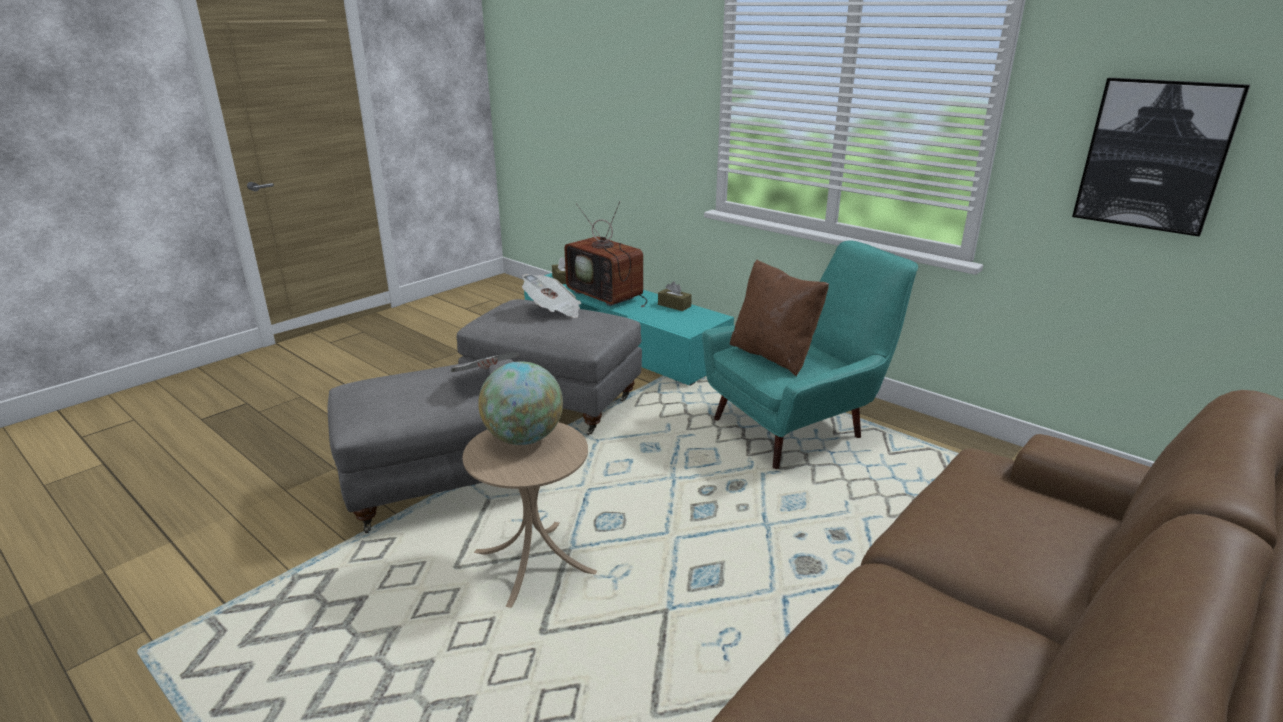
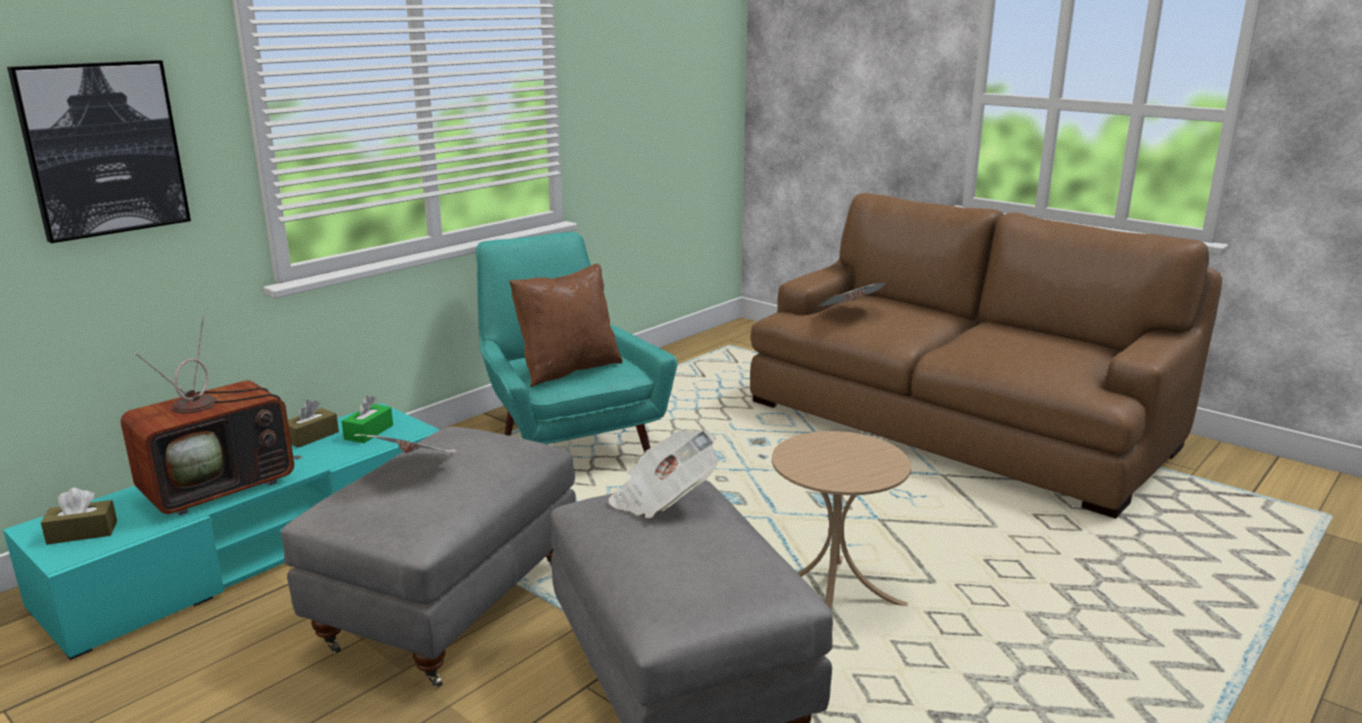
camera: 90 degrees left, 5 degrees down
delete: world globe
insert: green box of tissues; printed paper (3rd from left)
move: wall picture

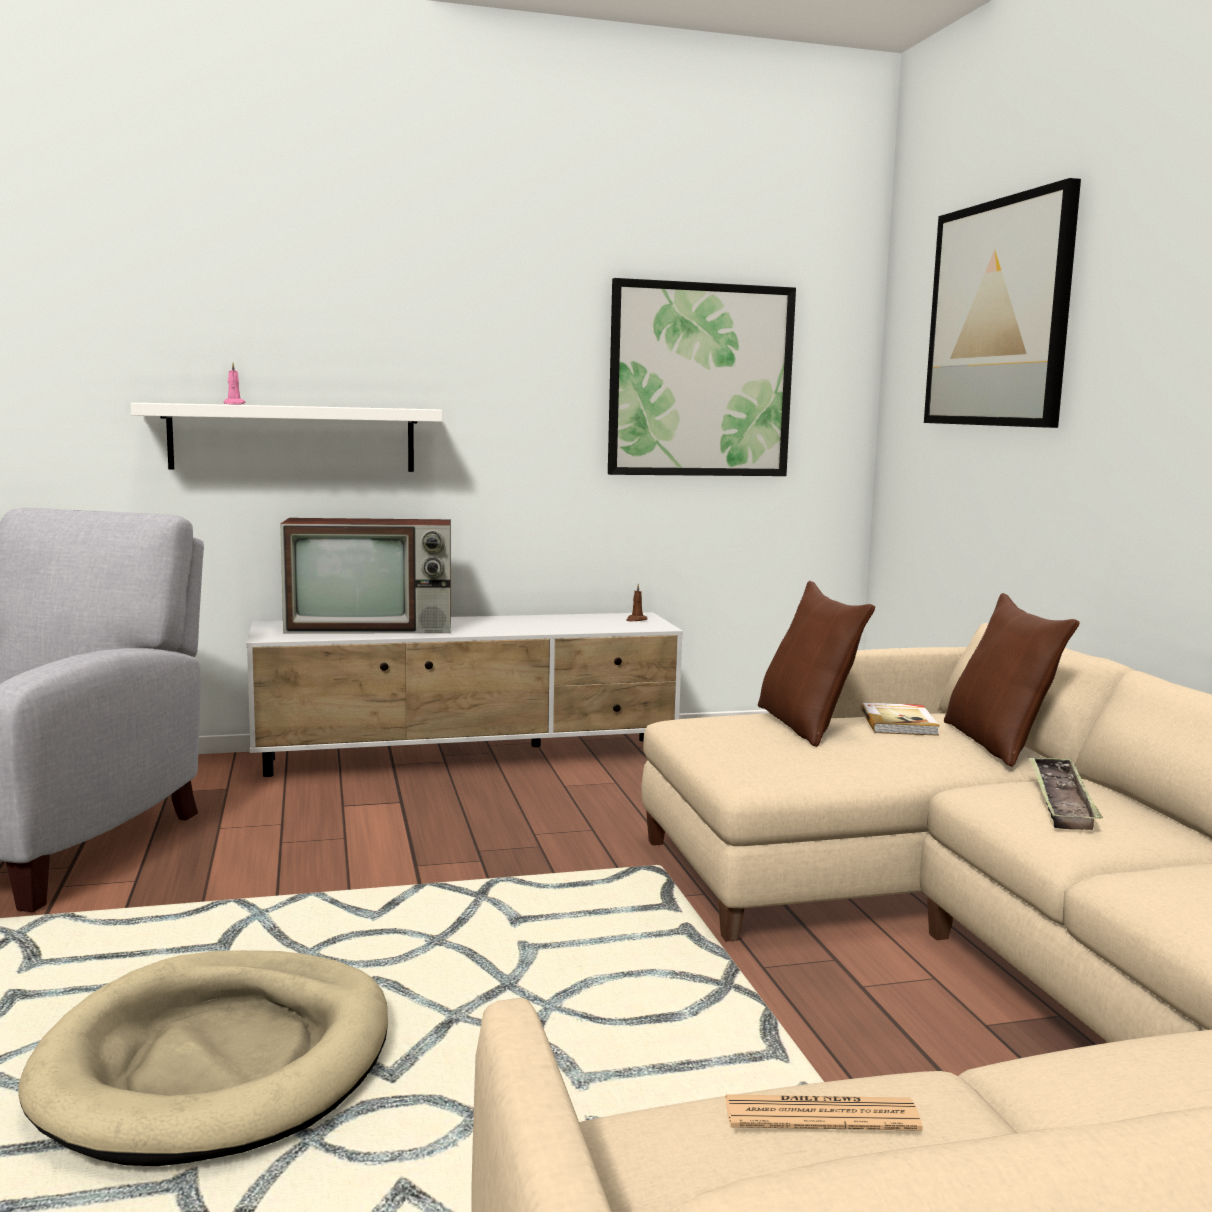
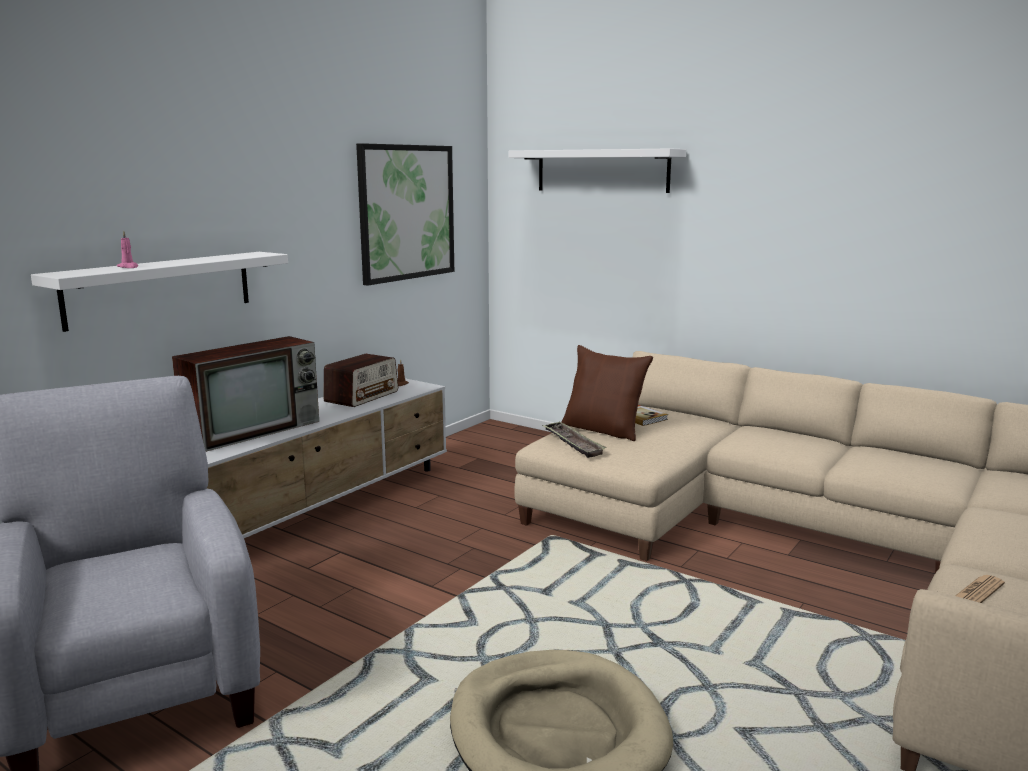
camera: 40 degrees left, 5 degrees up
delete: brown pillow (2nd from left)
insert: radio receiver
move: carrying tray
replace: wall picture (2nd from left) to white-coloured shelf (2nd from left)

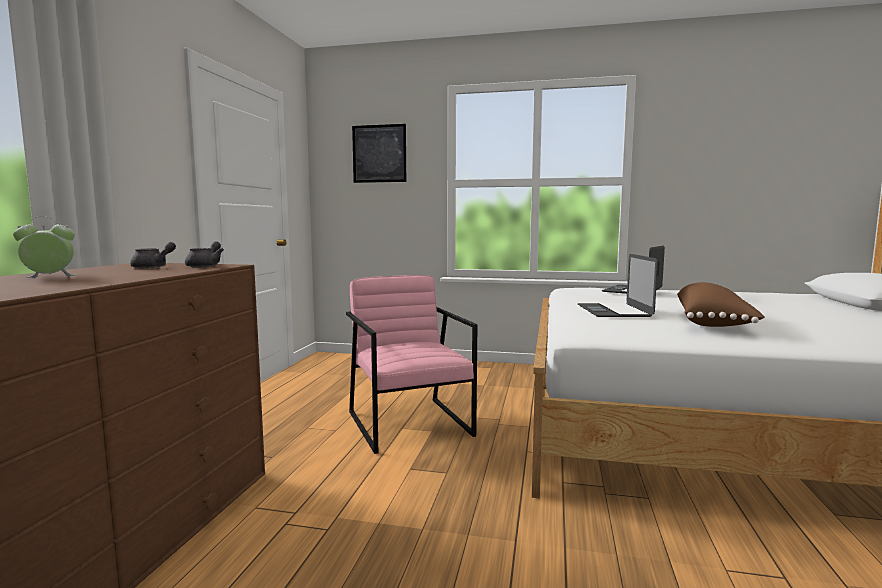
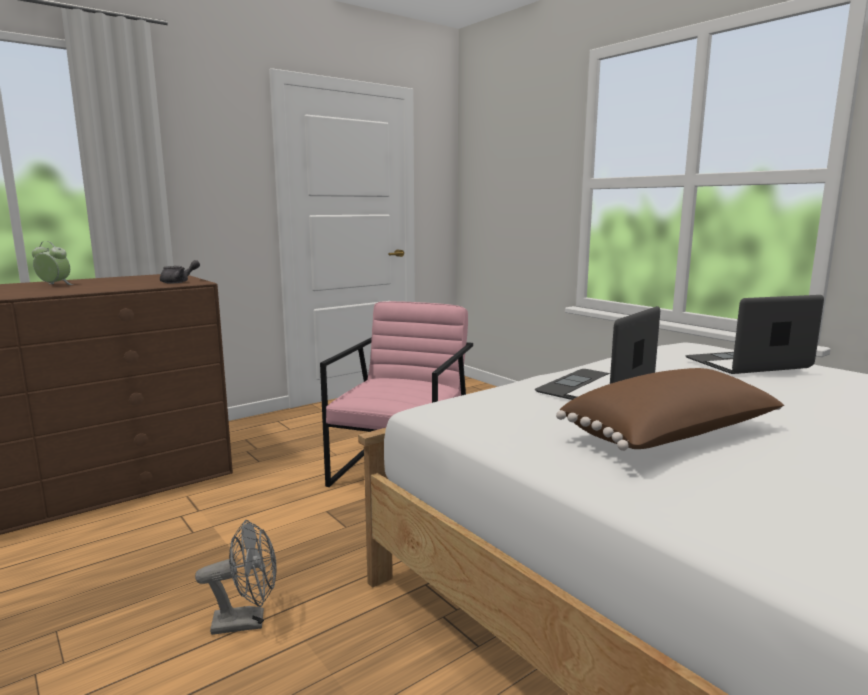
camera: 40 degrees right, 5 degrees up
delete: greyish tea pot (1st from left); wall picture
insert: greyish cooling fan

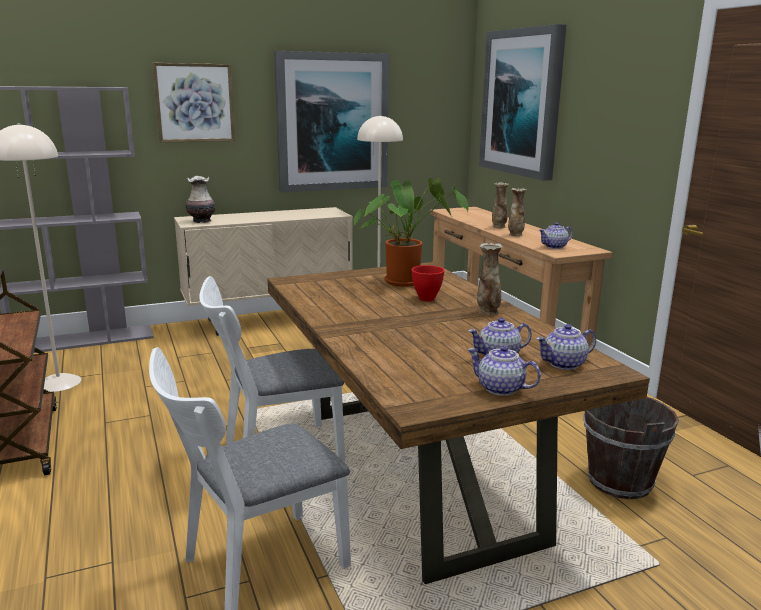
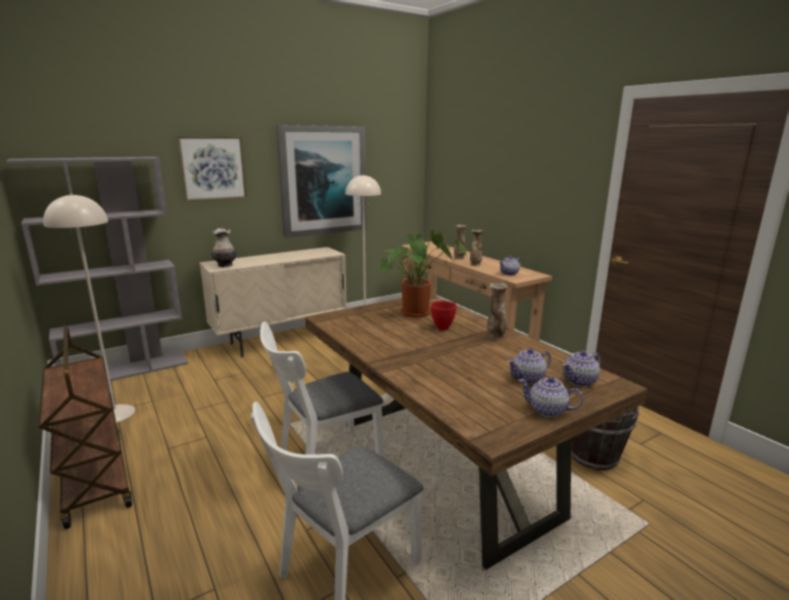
camera: 10 degrees left, 0 degrees up
delete: wall picture (3rd from left)

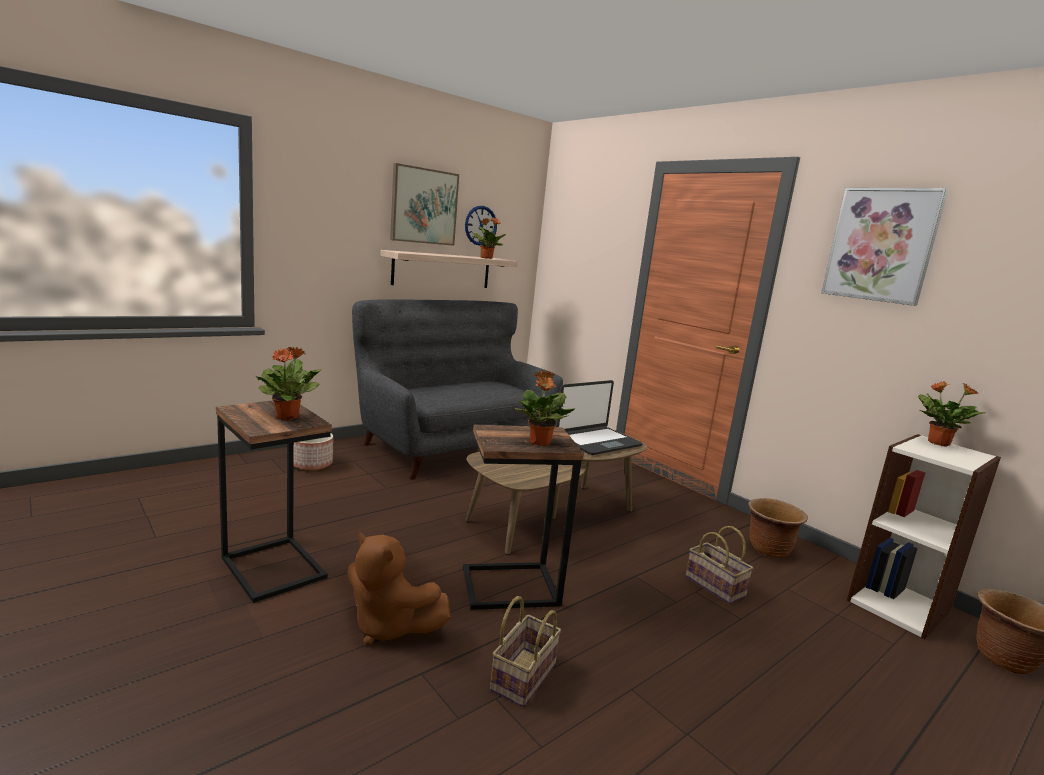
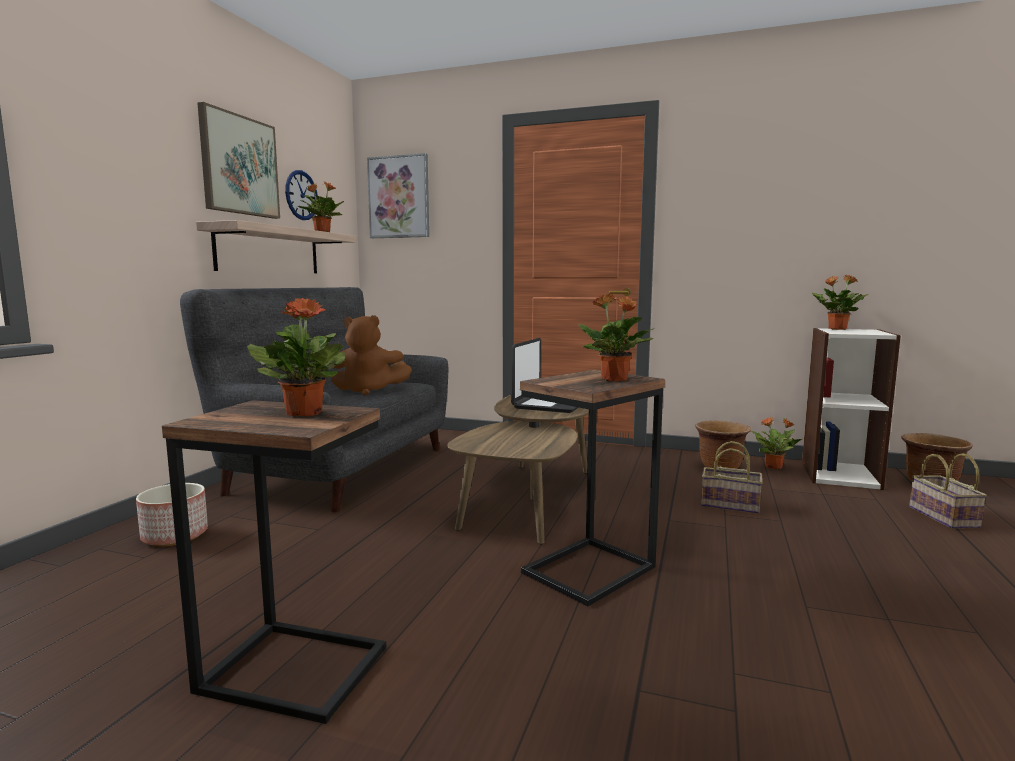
camera: 30 degrees left, 5 degrees down
insert: plant in a pot (4th from left)
move: brown cuddly toy; basket (1st from left in the first image) to basket (2nd from left); wall picture (2nd from left)

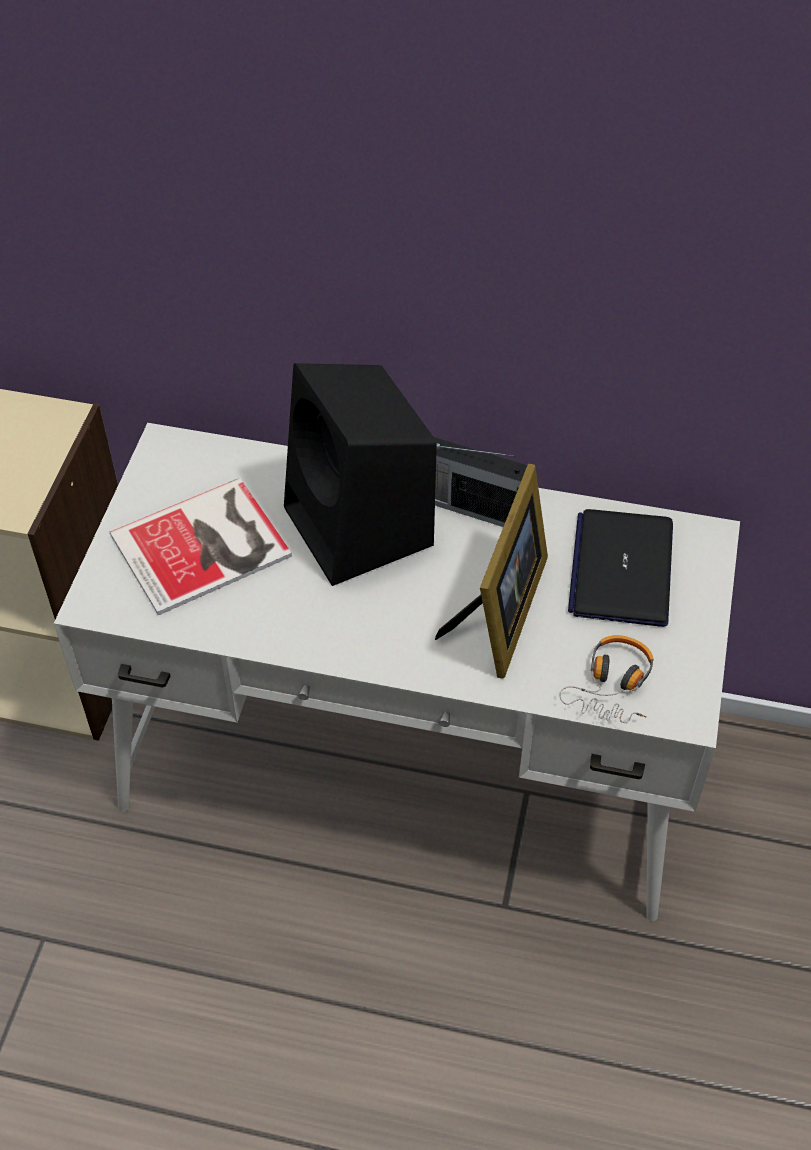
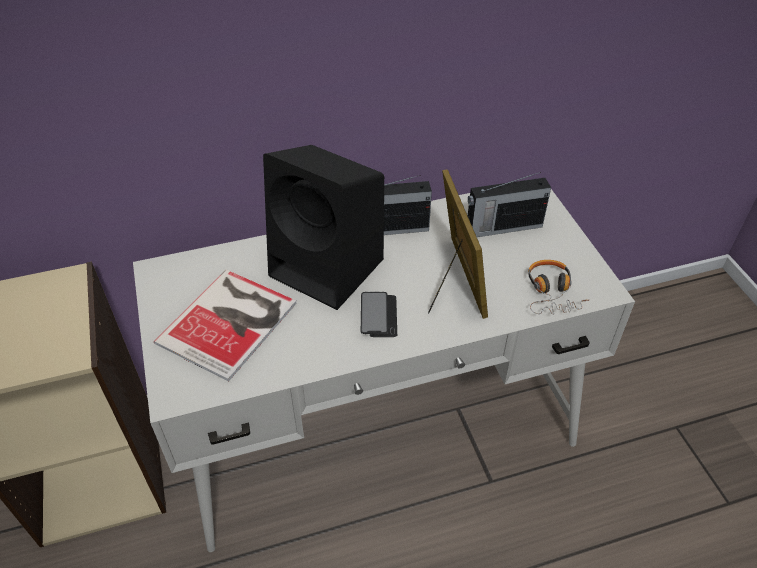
camera: 30 degrees left, 5 degrees down
insert: handset
replace: notebook computer to radio receiver (2nd from left)

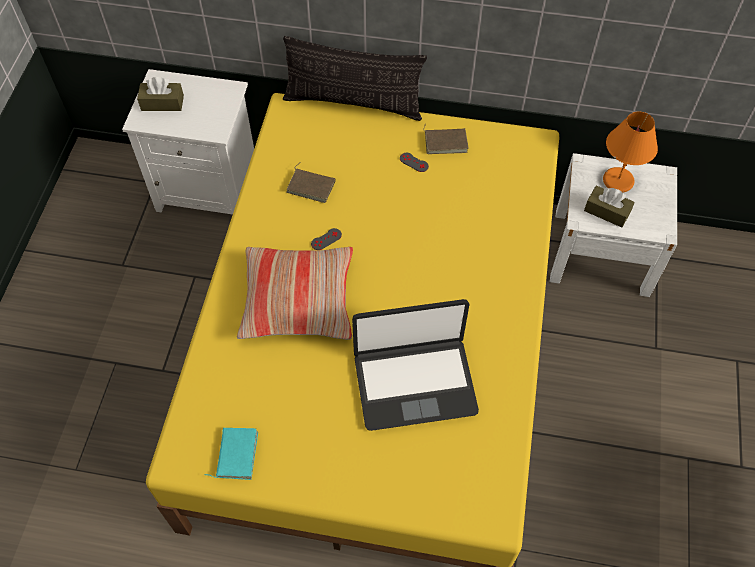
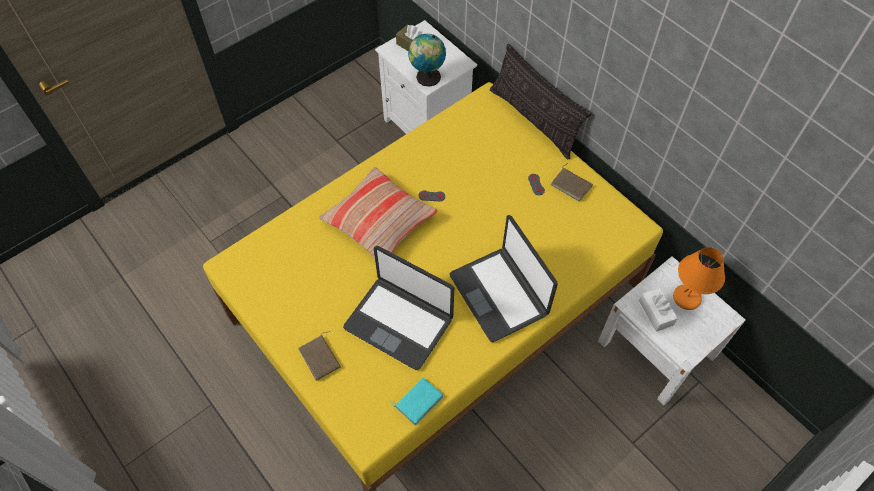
camera: 40 degrees right, 0 degrees up
insert: world globe; notebook computer (2nd from left)
move: turquoise book; brown book (1st from left)
recolor: brown box of tissues (2nd from left) to white-coloured box of tissues

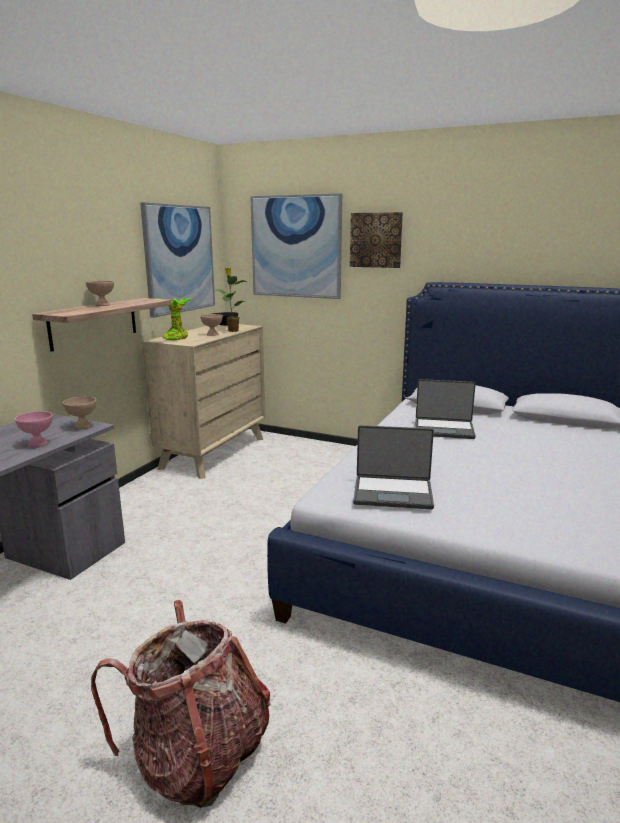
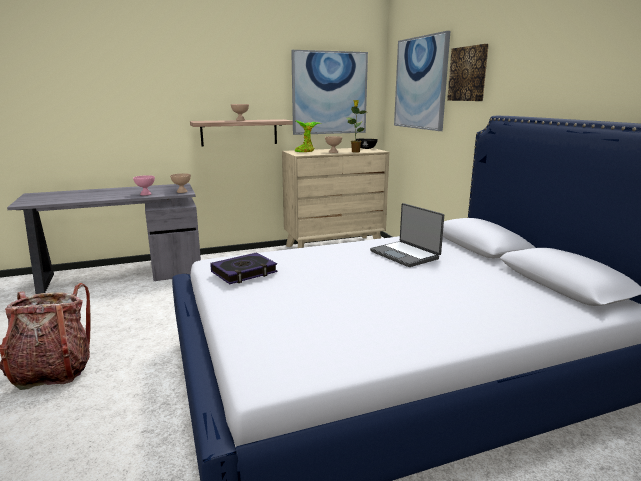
camera: 45 degrees right, 0 degrees up
replace: notebook computer (1st from left) to book

